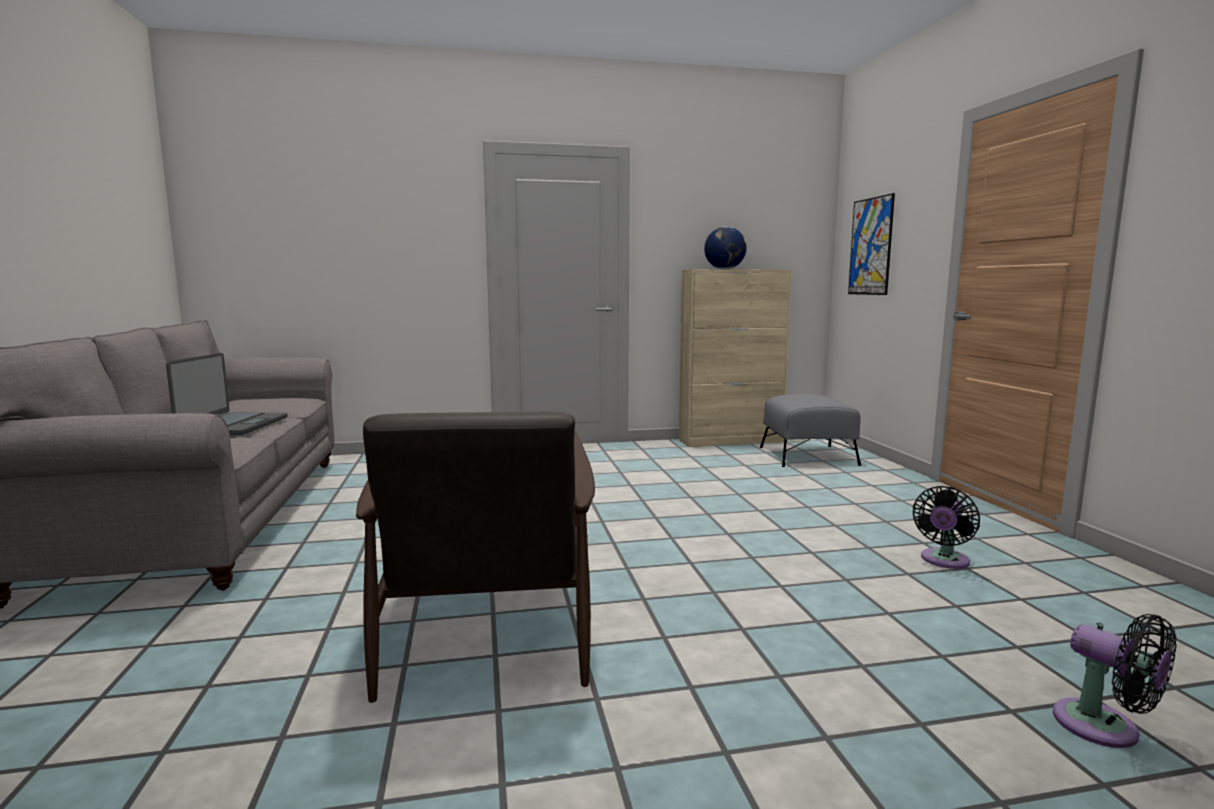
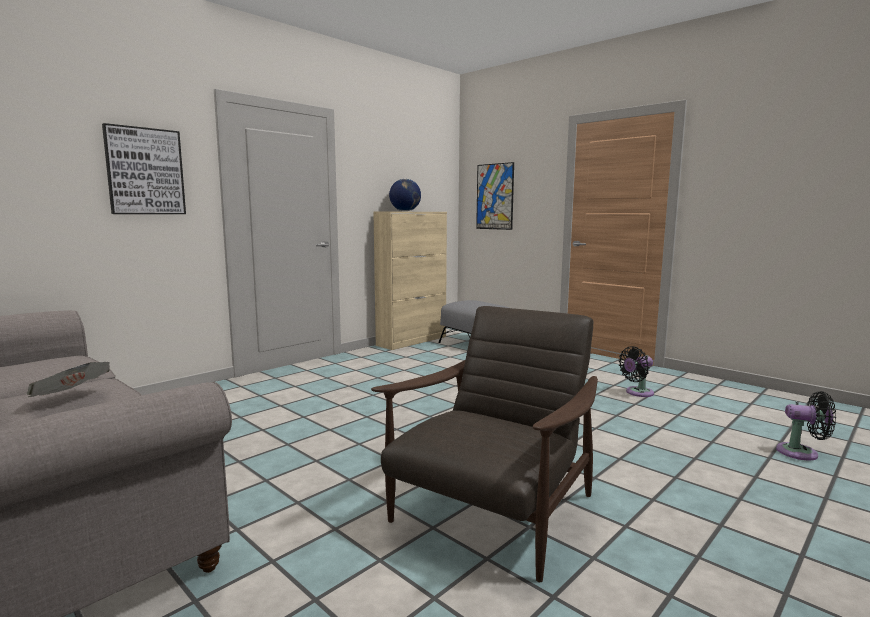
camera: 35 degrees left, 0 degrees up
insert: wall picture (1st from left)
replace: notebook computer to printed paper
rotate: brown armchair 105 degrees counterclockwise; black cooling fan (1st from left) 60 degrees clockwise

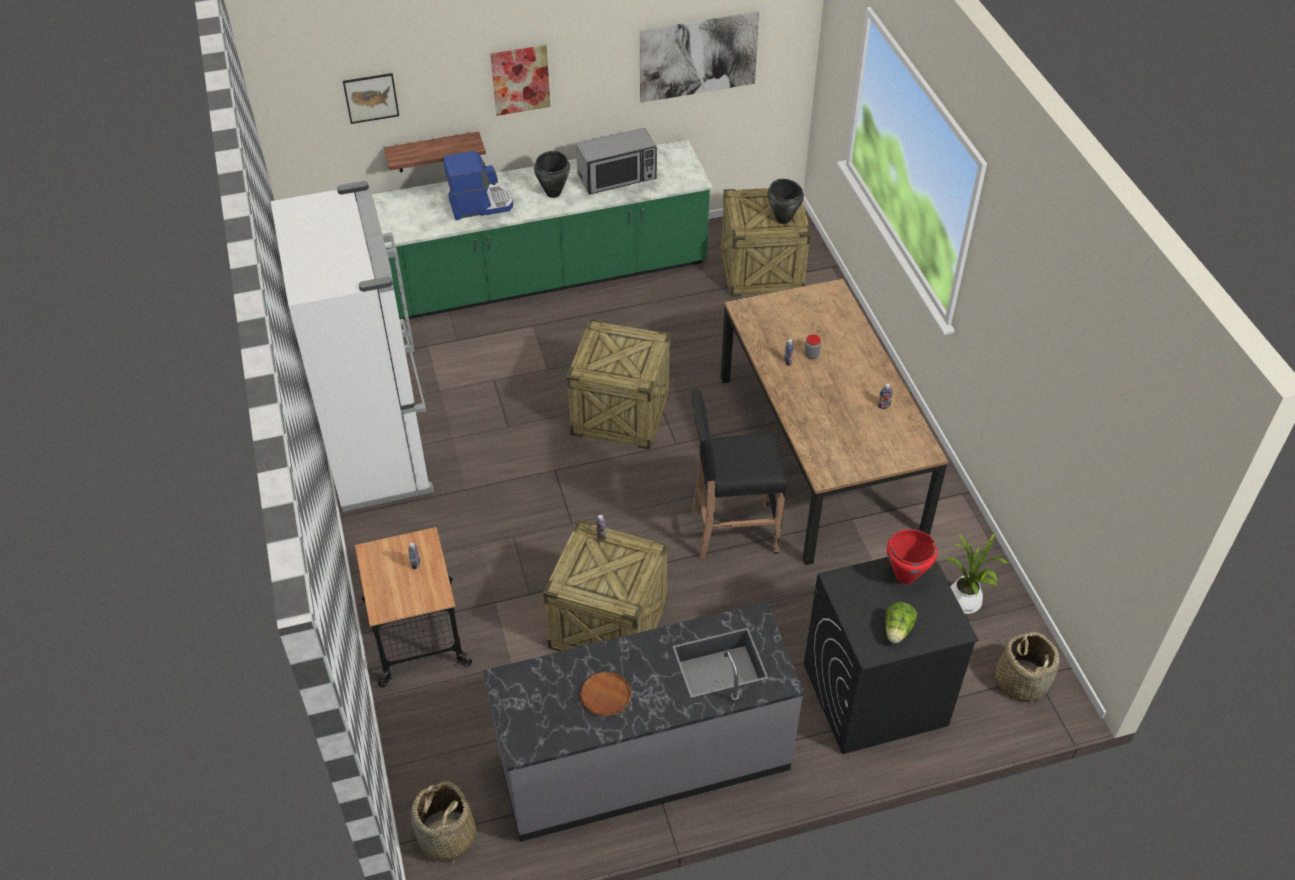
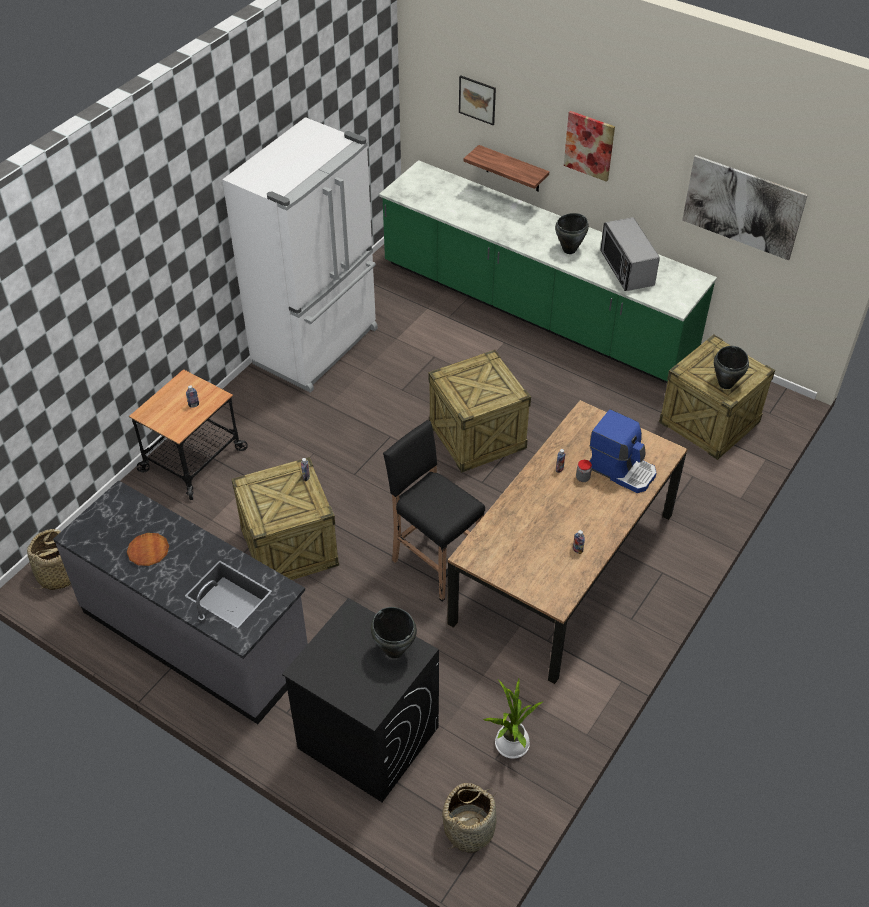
camera: 50 degrees right, 0 degrees up
delete: head of lettuce
move: coffee machine
recolor: reddish stockpot to black stockpot (1st from left)
rotate: microwave 45 degrees clockwise

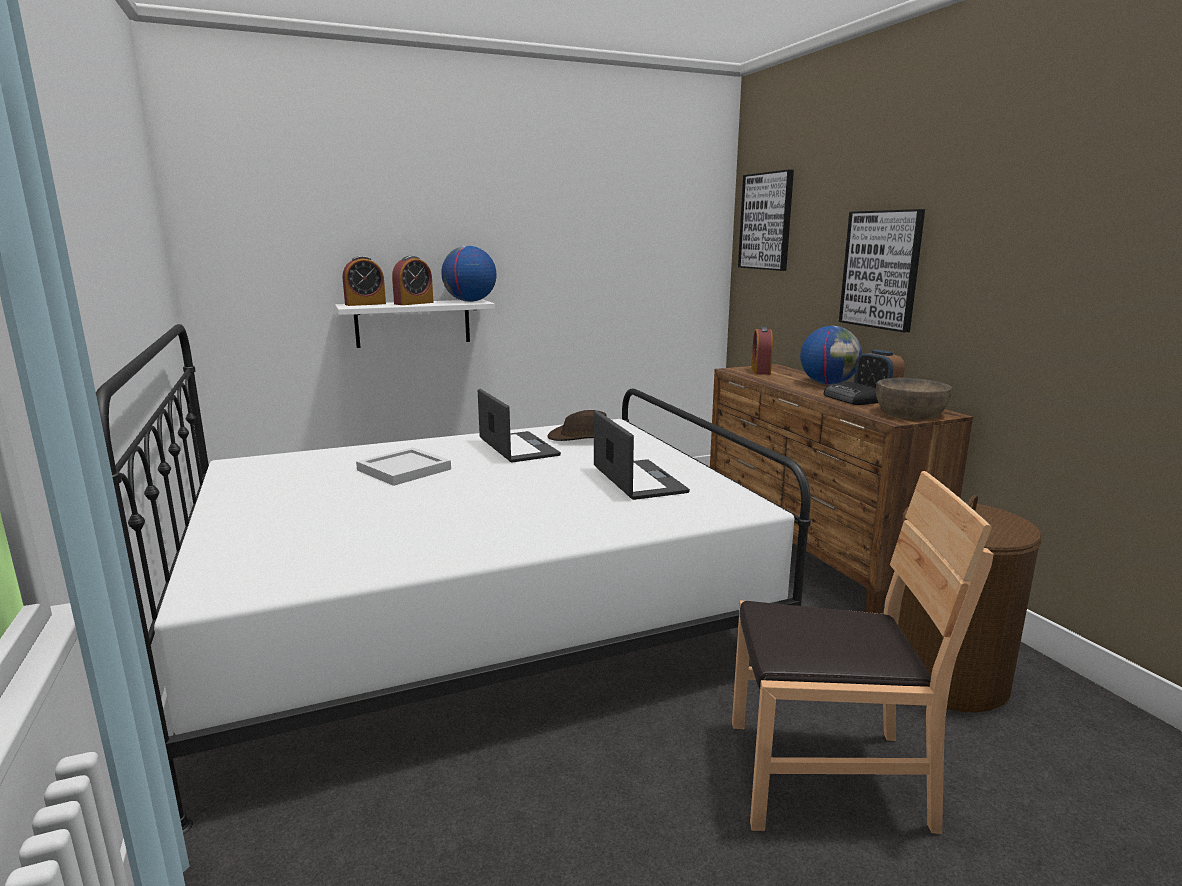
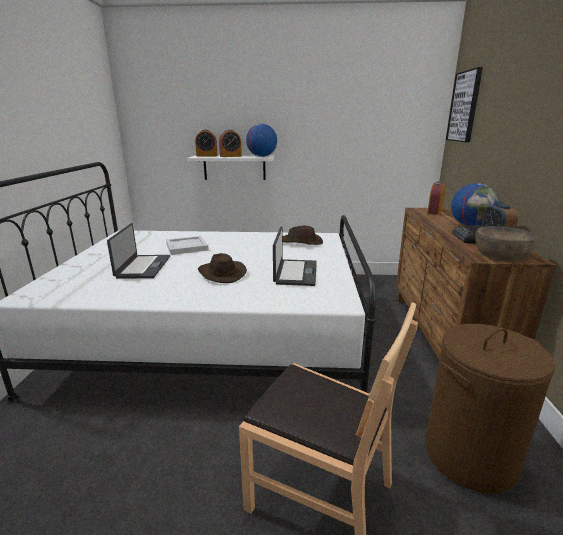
camera: 25 degrees right, 5 degrees up
delete: wall picture (2nd from left)
insert: brown hat (1st from left)
move: notebook computer (1st from left)

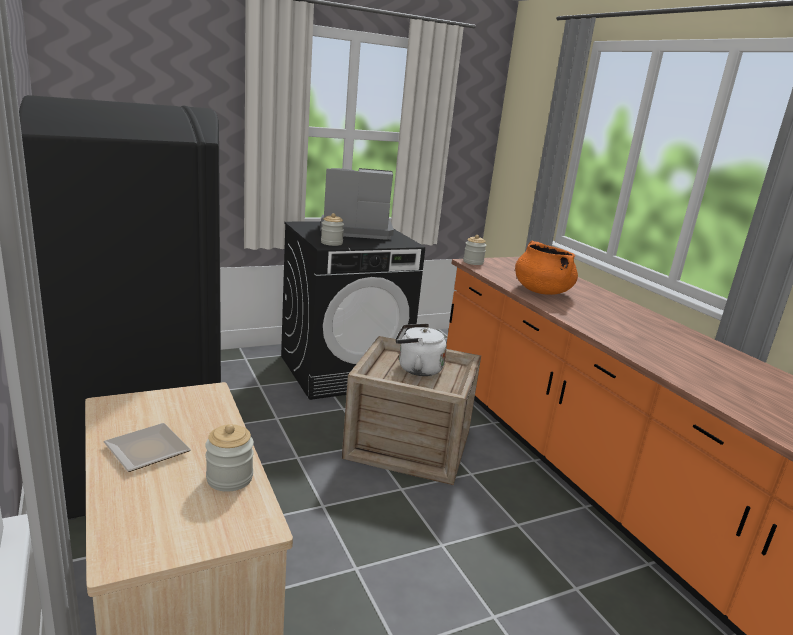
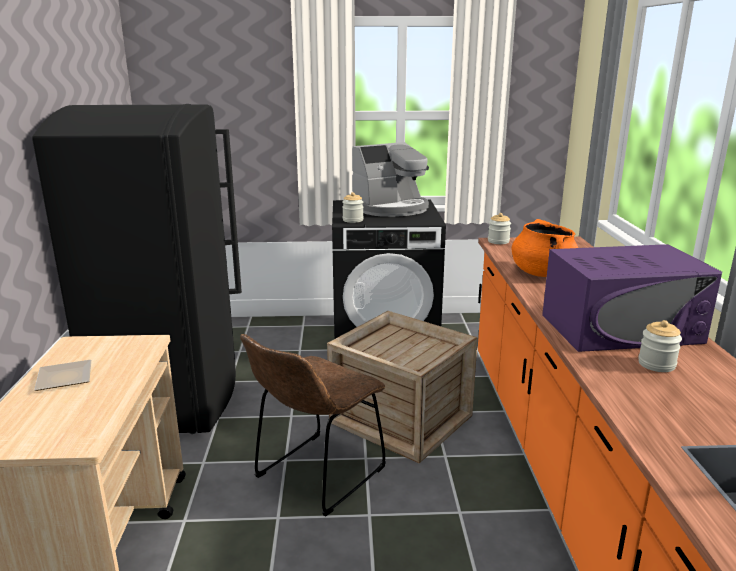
camera: 25 degrees right, 0 degrees up
delete: white-coloured kettle
insert: brown plain chair; purple microwave
move: preserve jar (1st from left in the first image) to preserve jar (3rd from left)
rotate: coffee machine 135 degrees clockwise

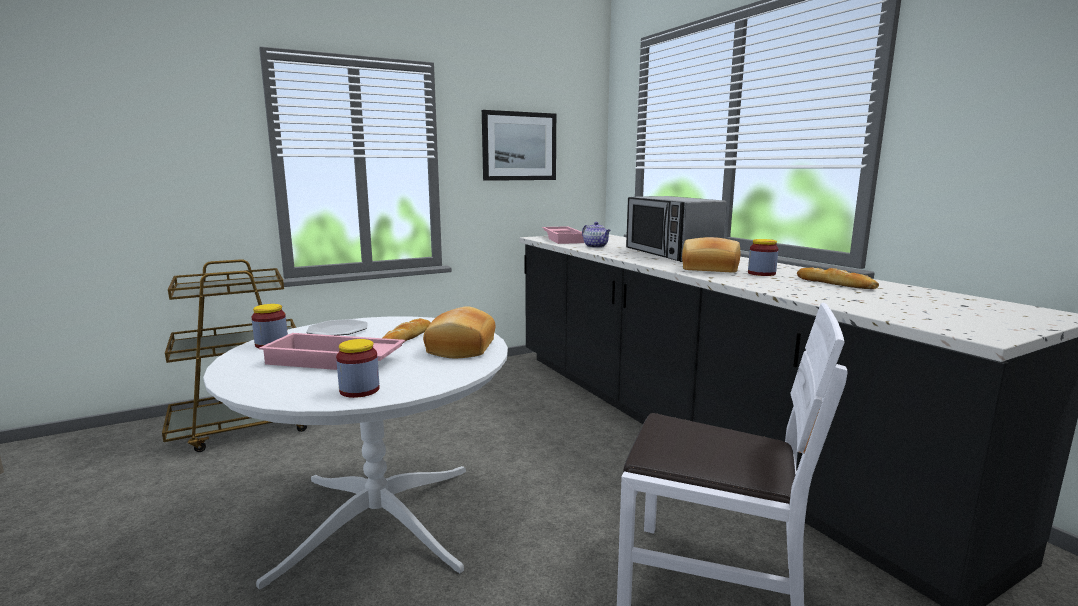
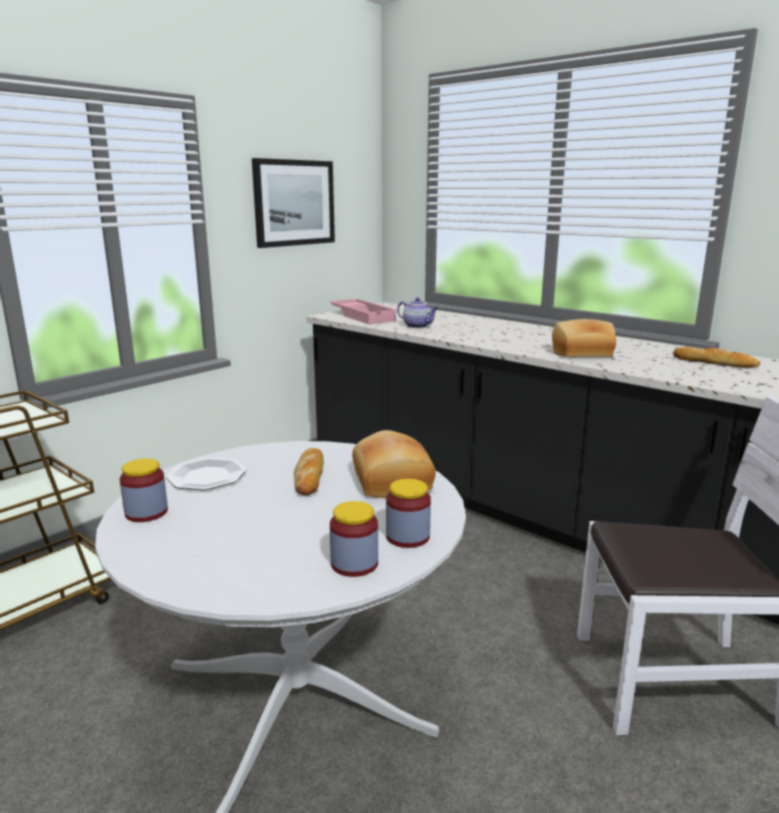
camera: 20 degrees left, 5 degrees up
delete: pink carrying tray (1st from left); microwave
move: preserve jar (3rd from left)

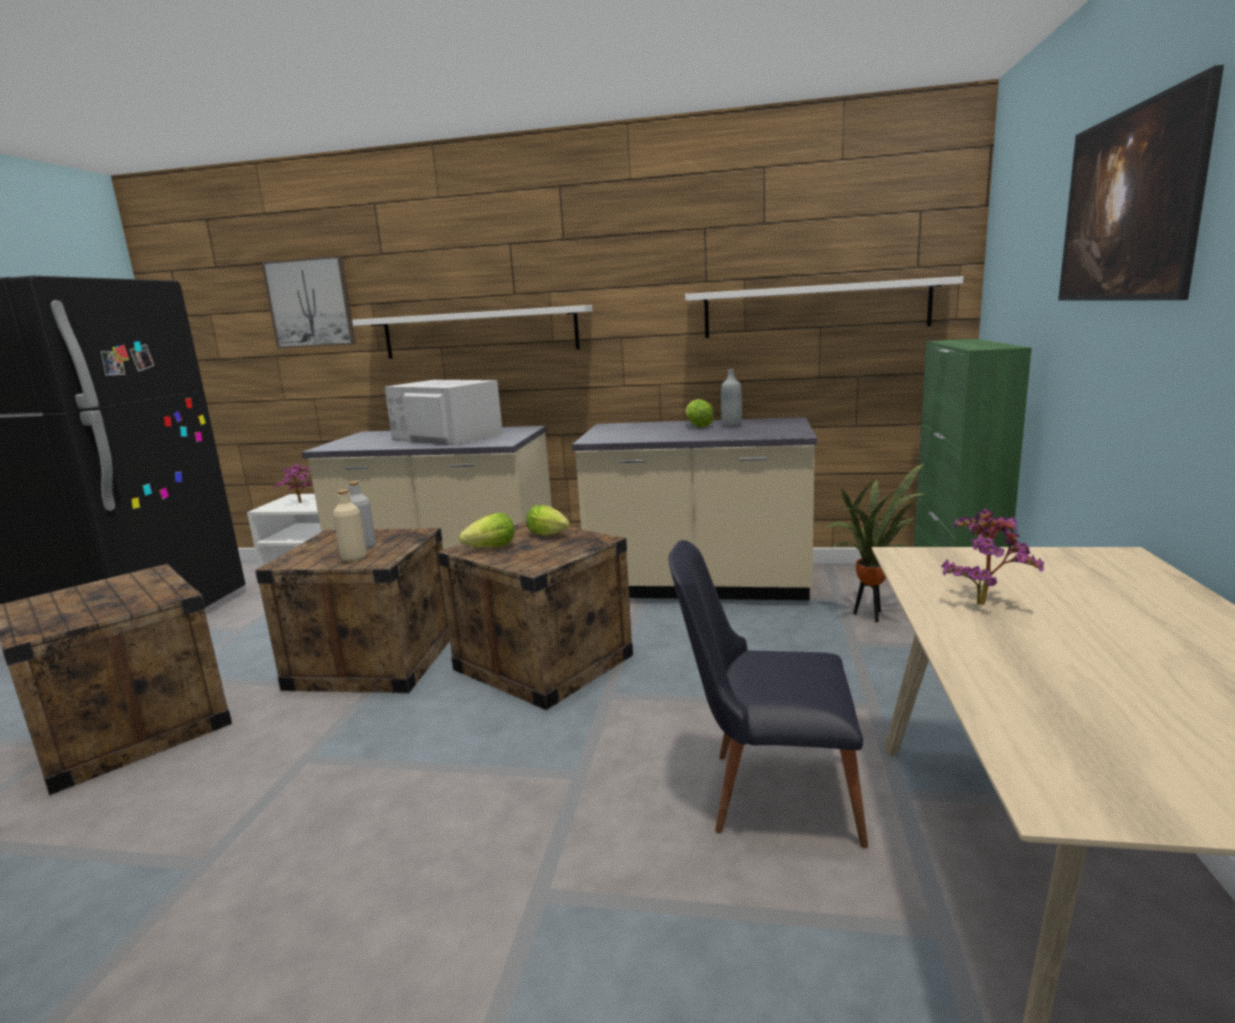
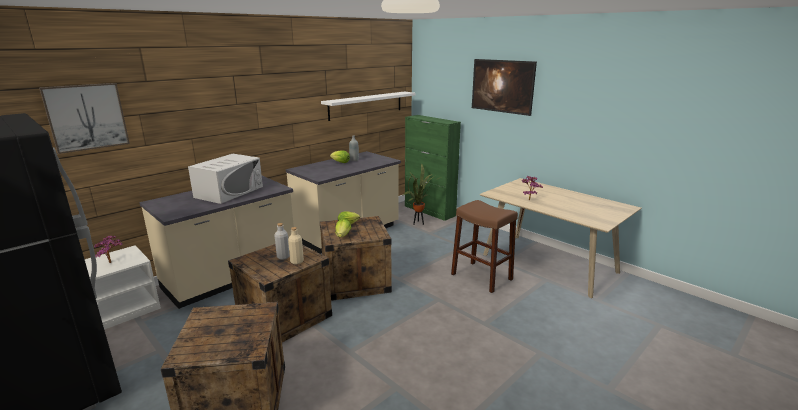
camera: 55 degrees left, 5 degrees up
delete: white-coloured shelf (1st from left)
replace: black plain chair to brown stool
rotate: white-coloured microwave 135 degrees clockwise

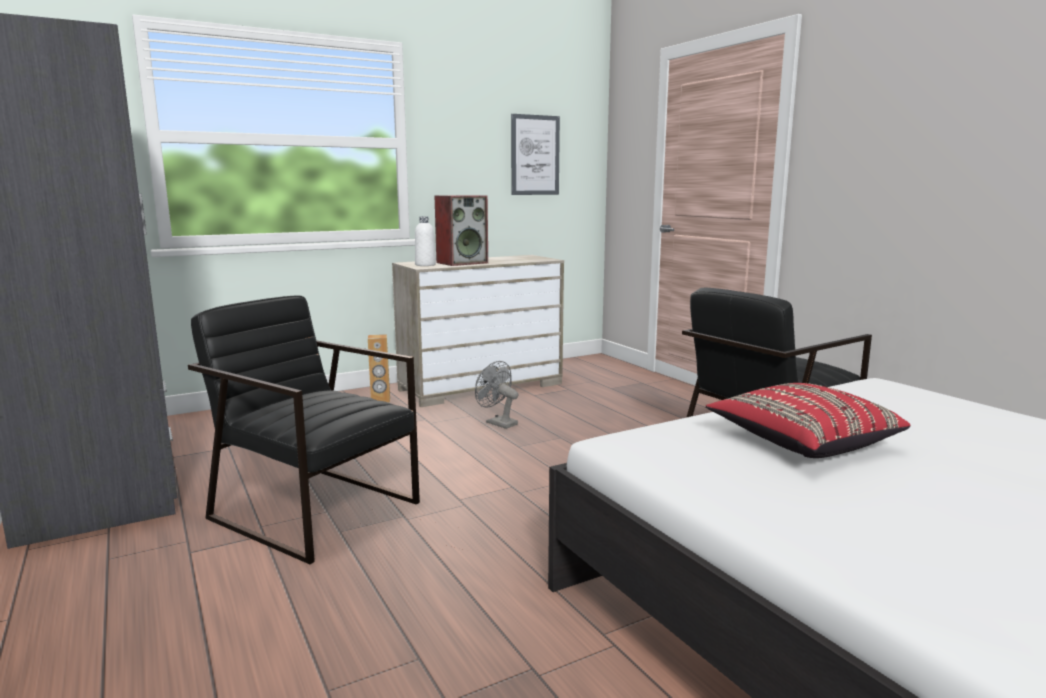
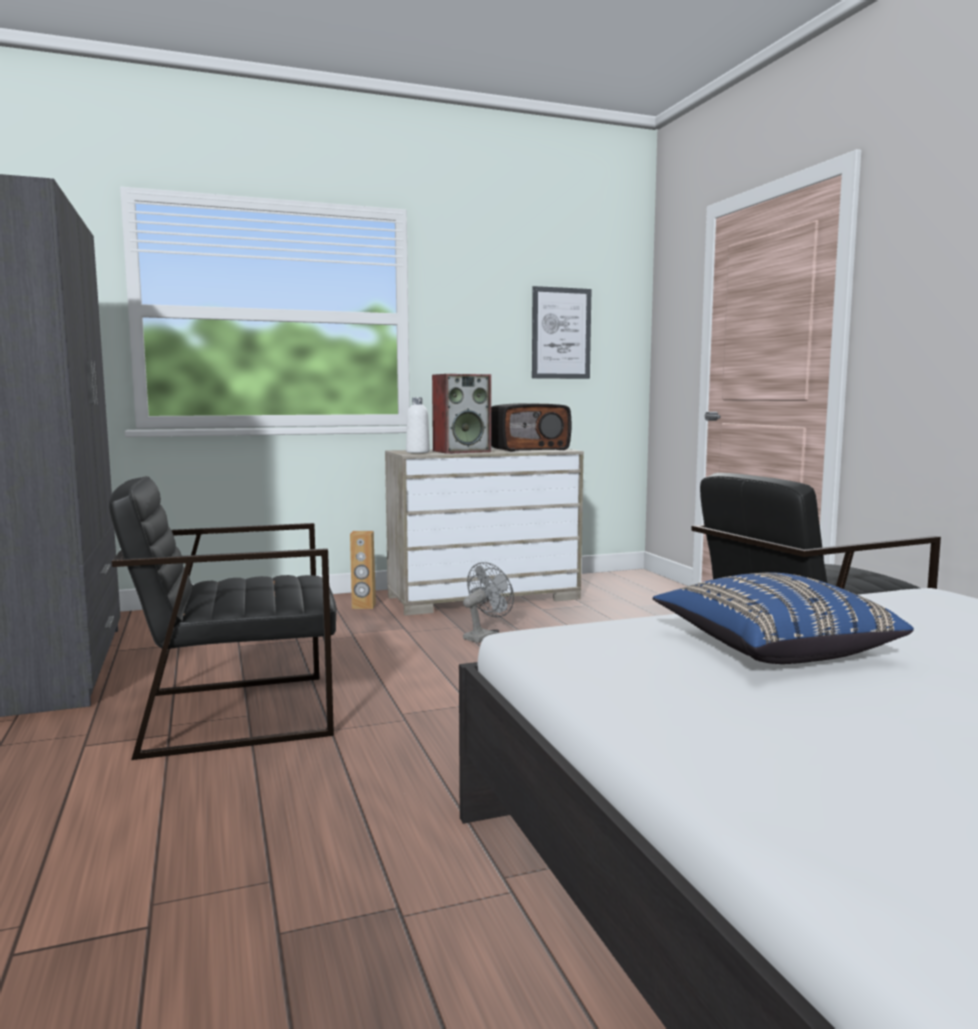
camera: 10 degrees right, 5 degrees down
insert: radio receiver
recolor: reddish pillow to blue-coloured pillow
rotate: black armchair (1st from left) 60 degrees counterclockwise; greyish cooling fan 75 degrees clockwise

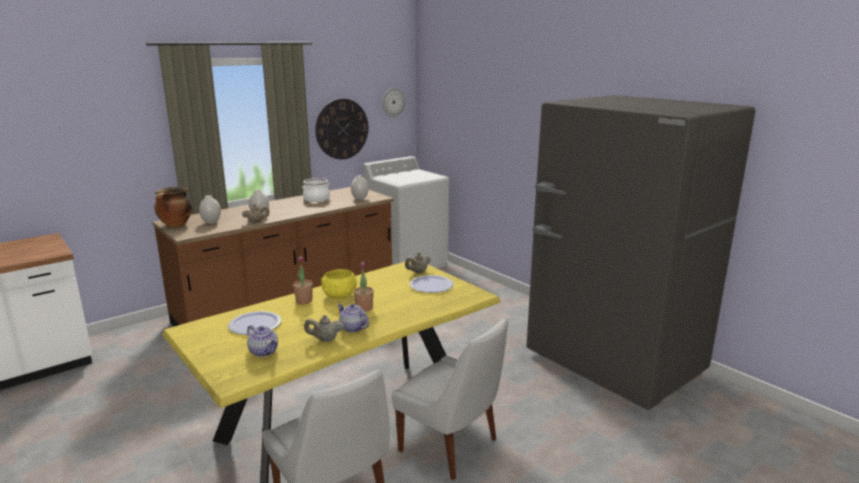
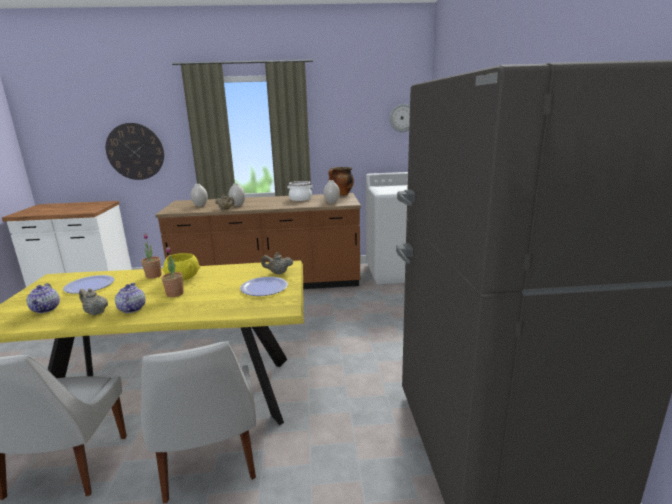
camera: 35 degrees right, 0 degrees up
move: stockpot (1st from left in the first image) to stockpot (2nd from left); hanging clock (1st from left)

